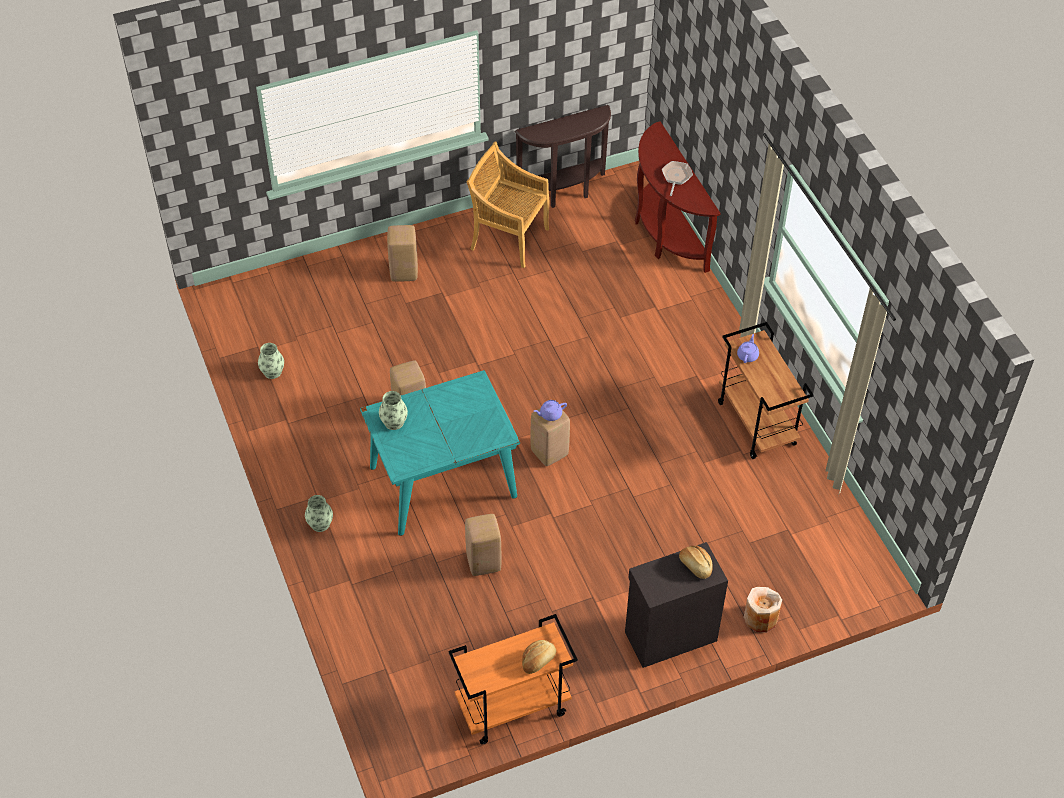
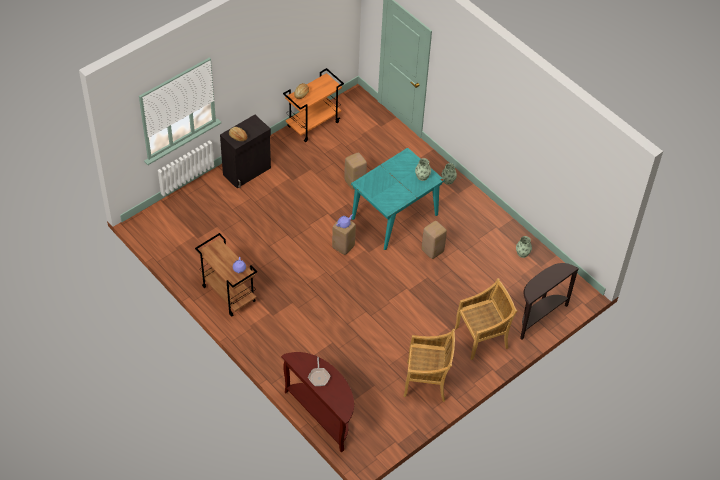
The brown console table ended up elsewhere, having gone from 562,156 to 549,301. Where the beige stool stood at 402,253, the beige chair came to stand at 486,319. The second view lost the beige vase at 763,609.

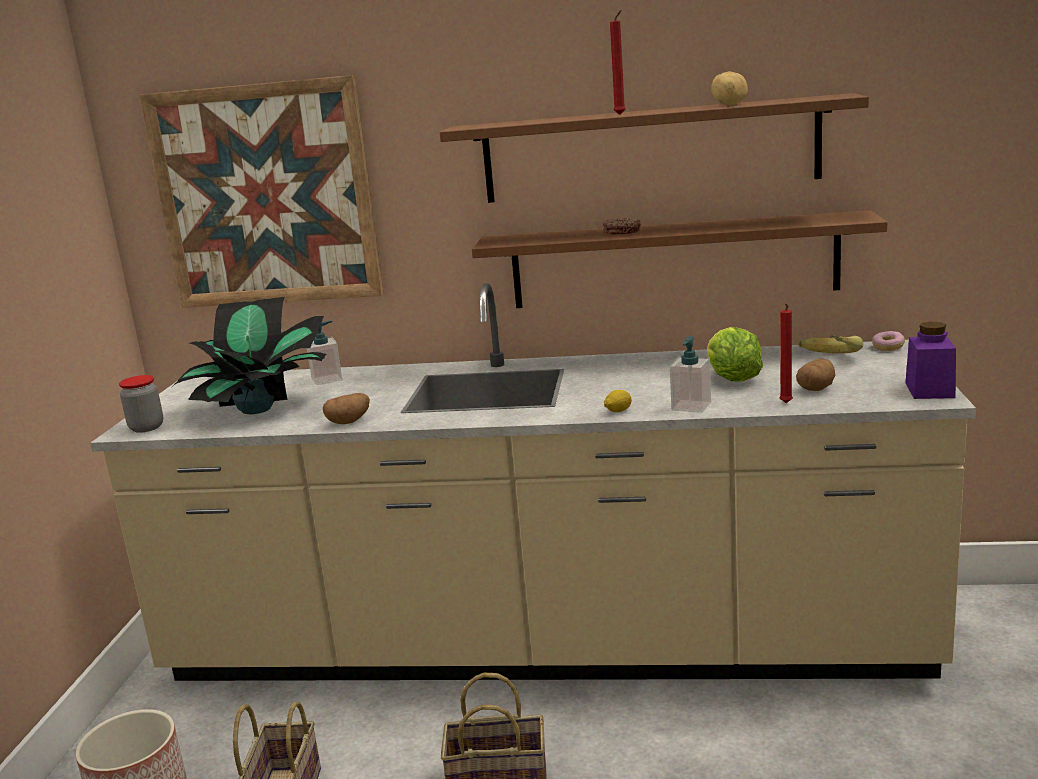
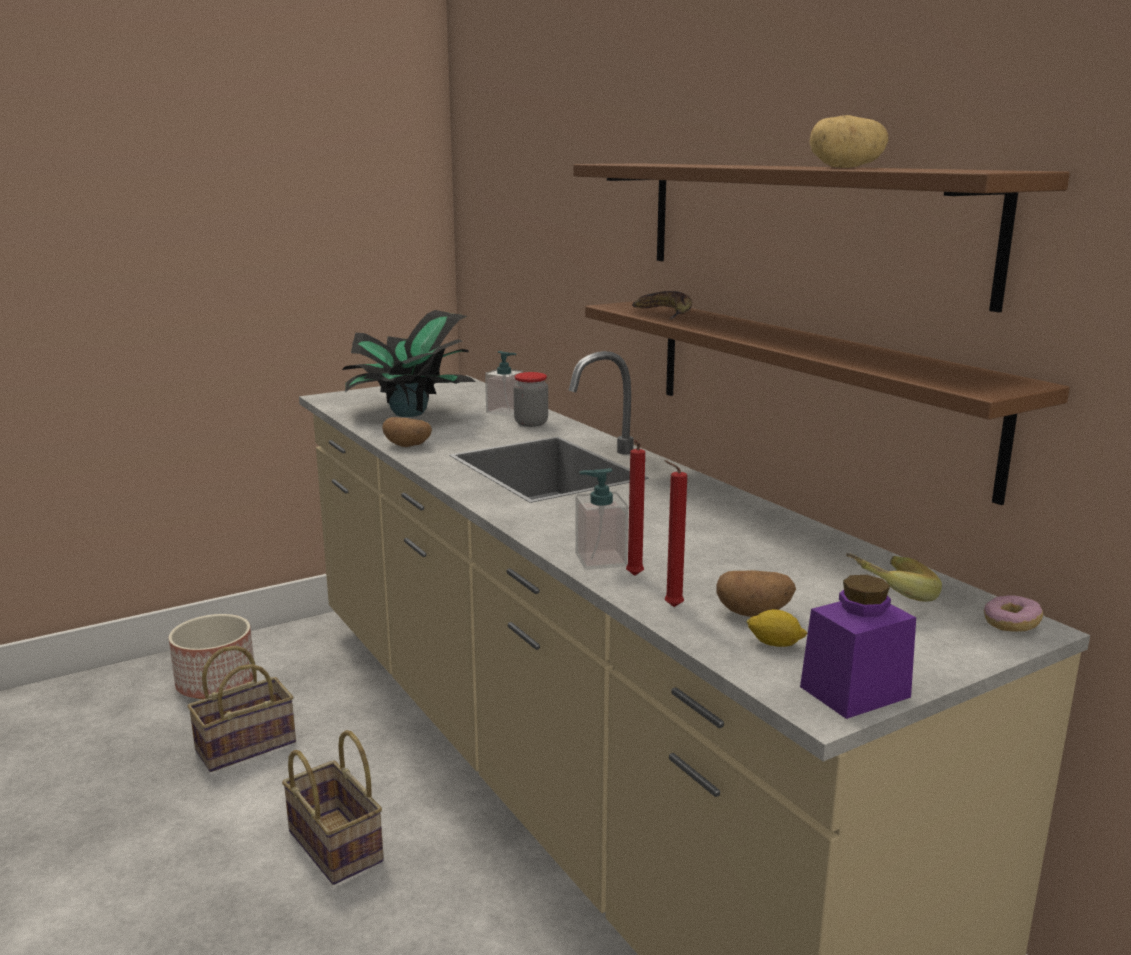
The red candle ended up elsewhere, having gone from 618,62 to 635,508. The second view lost the picture at 261,191. The second view lost the donut at 622,225. The second view lost the lettuce at 735,354. The jar ended up elsewhere, having gone from 141,404 to 531,399. The lemon ended up elsewhere, having gone from 618,401 to 777,628. The second view gained the banana at 662,305.

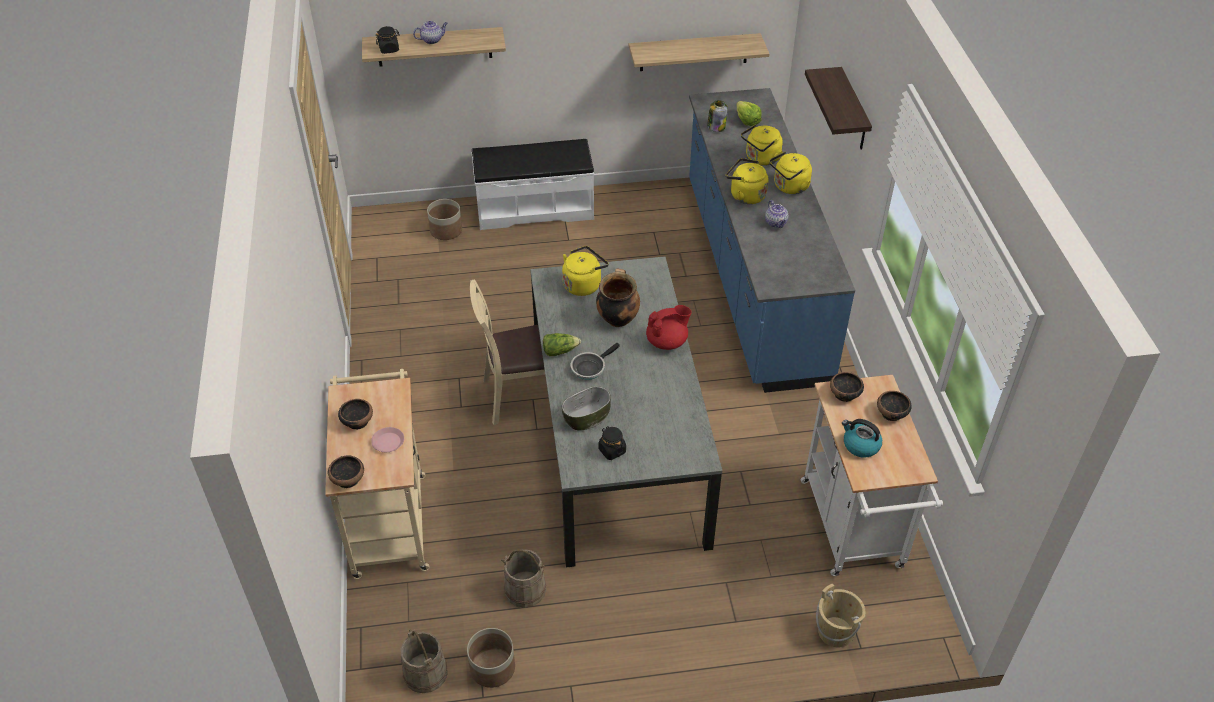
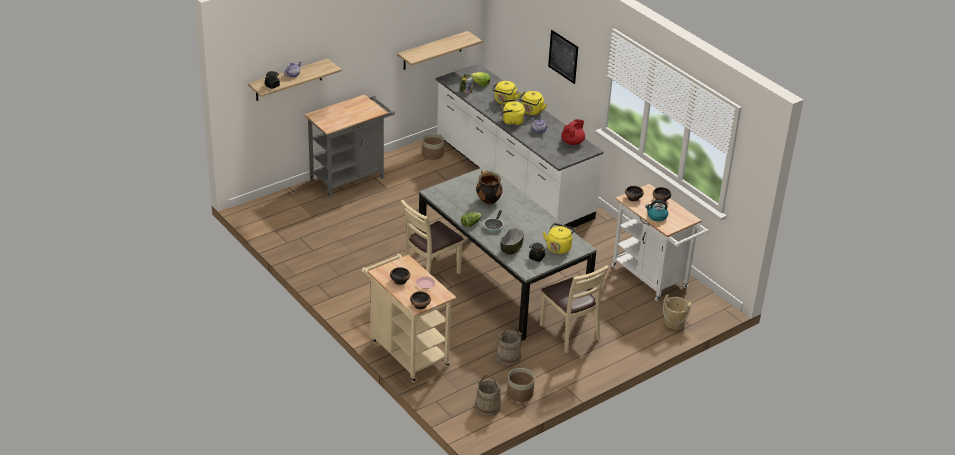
Where the shelf hung at 838,108, the picture came to hang at 563,57. What was the blue counter at 772,240 turned into the white counter at 519,146. Where the white bench stood at 533,184, the grey cart came to stand at 349,146. The planter ended up elsewhere, having gone from 444,219 to 433,147. The yellow kettle ended up elsewhere, having gone from 585,271 to 559,238. The red teapot ended up elsewhere, having gone from 669,327 to 573,132. The second view gained the beige chair at 574,309.

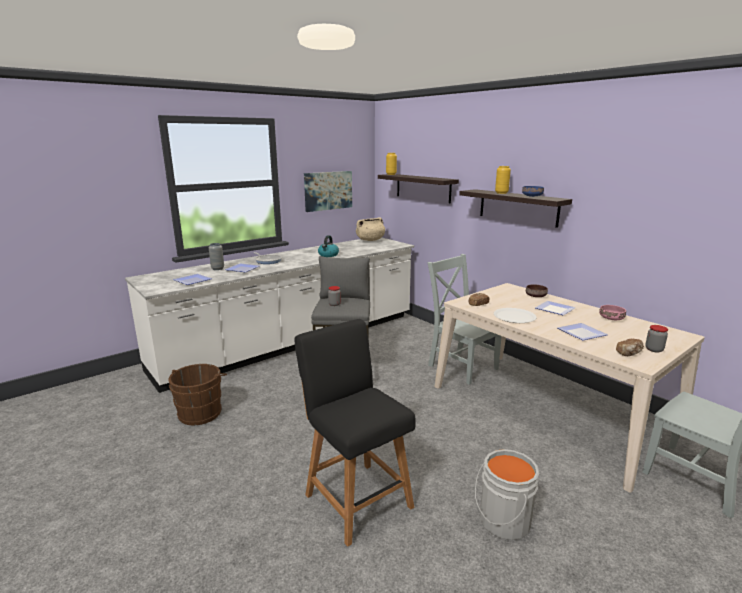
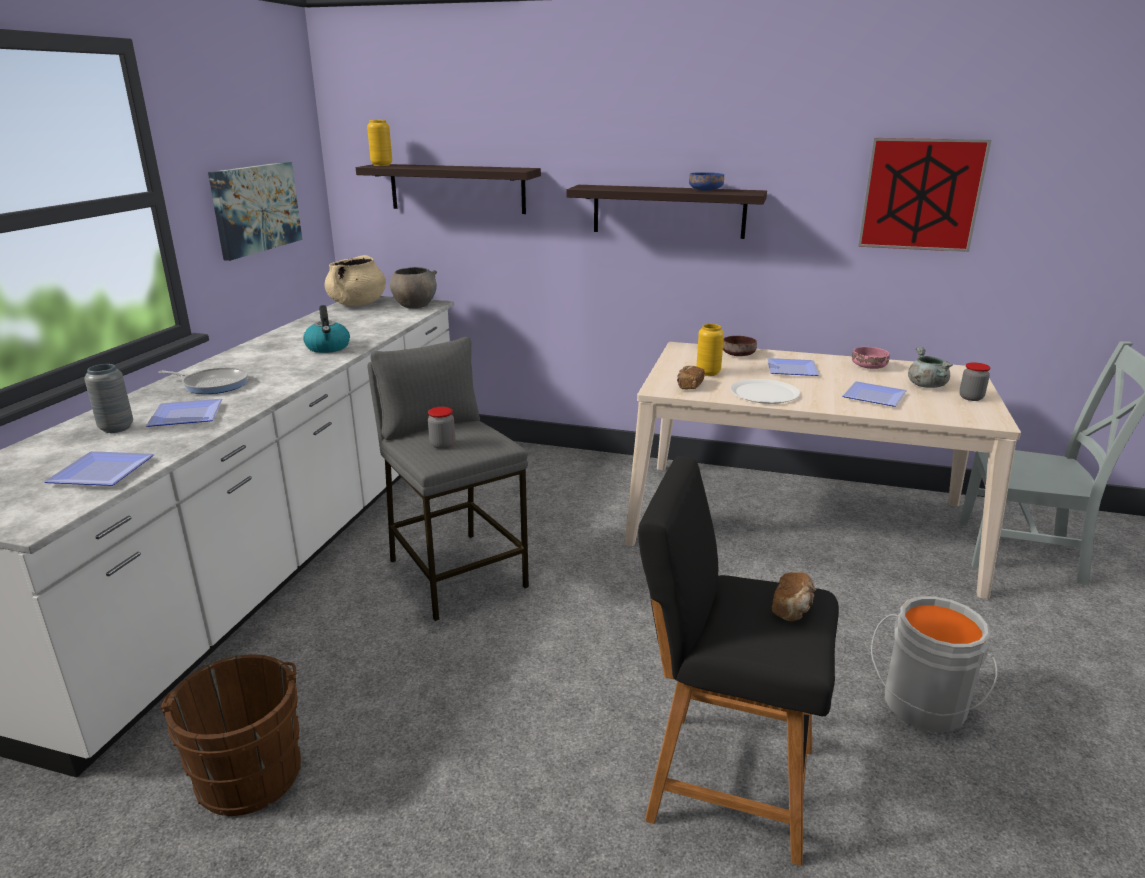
The yellow vase ended up elsewhere, having gone from 503,180 to 710,350. The second view lost the grey chair at 465,319. The bread ended up elsewhere, having gone from 630,347 to 794,596. The second view gained the picture at 924,195. The second view gained the grey bowl at 413,287. The second view gained the grey cooking pot at 930,367.

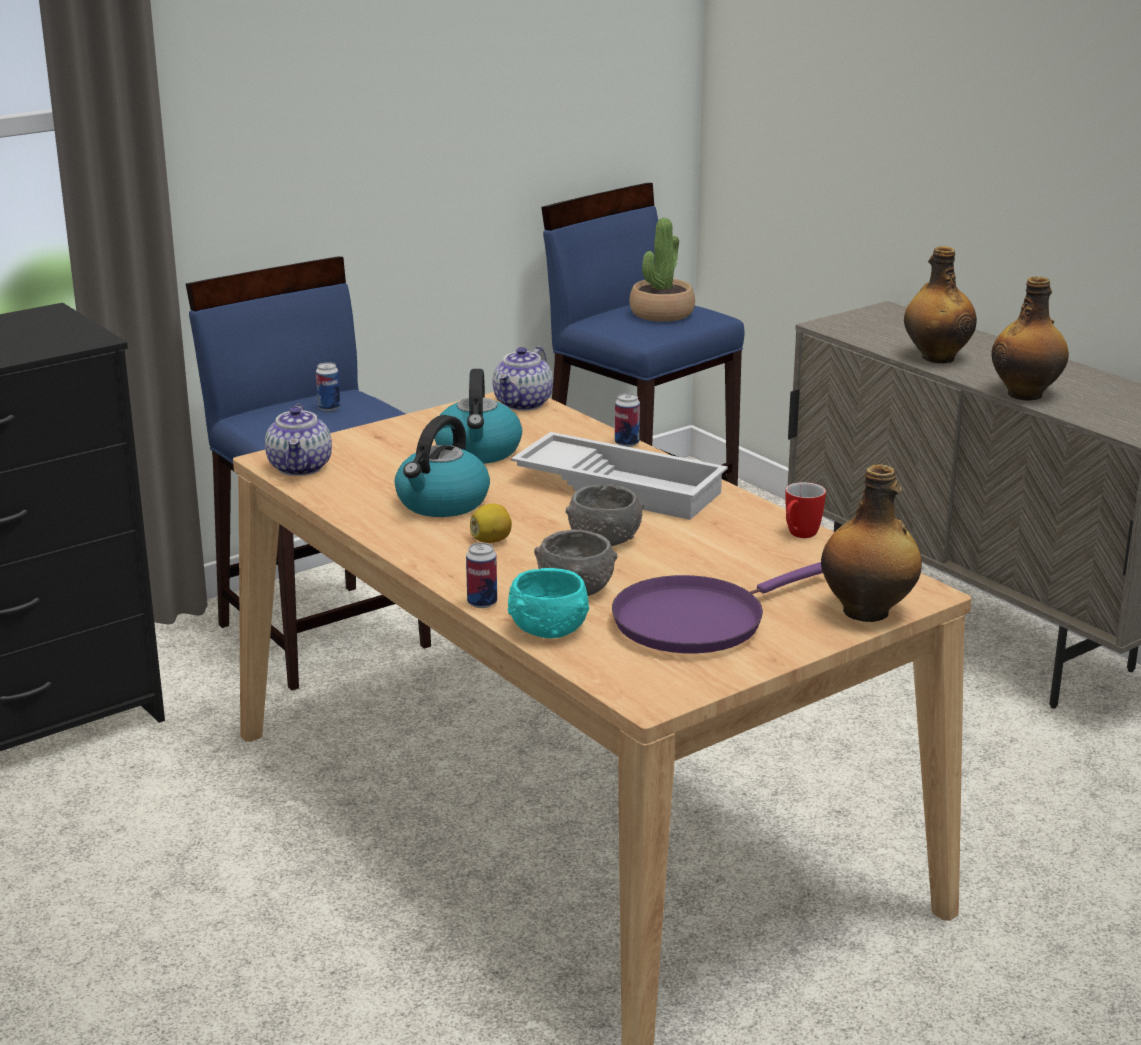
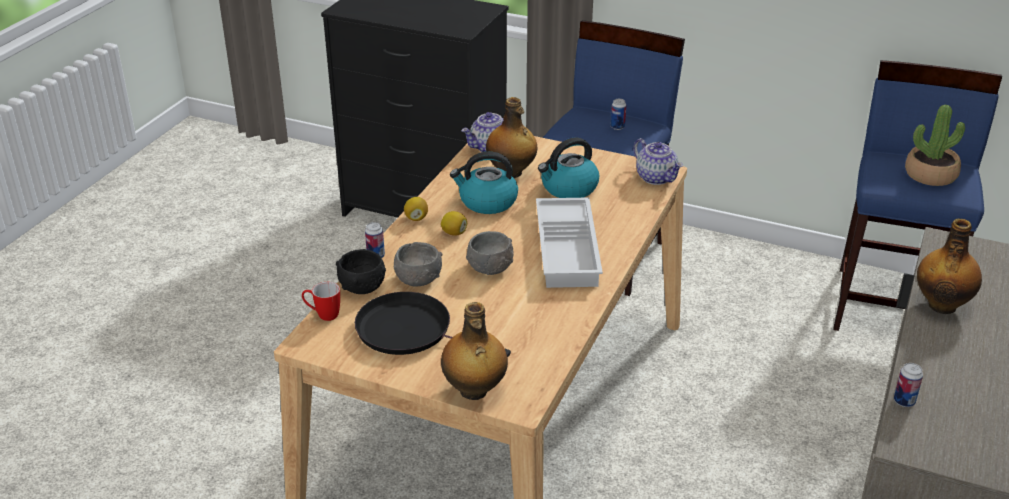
The bottle ended up elsewhere, having gone from 1030,338 to 511,137. The teapot at 523,379 ended up facing another way, 120 degrees counterclockwise from before. The can ended up elsewhere, having gone from 627,420 to 908,385. The mug ended up elsewhere, having gone from 805,510 to 321,301. What was the purple frying pan at 717,607 turned into the black frying pan at 433,325. What was the turquoise bowl at 548,603 turned into the black bowl at 361,271. The second view gained the lemon at 416,209.

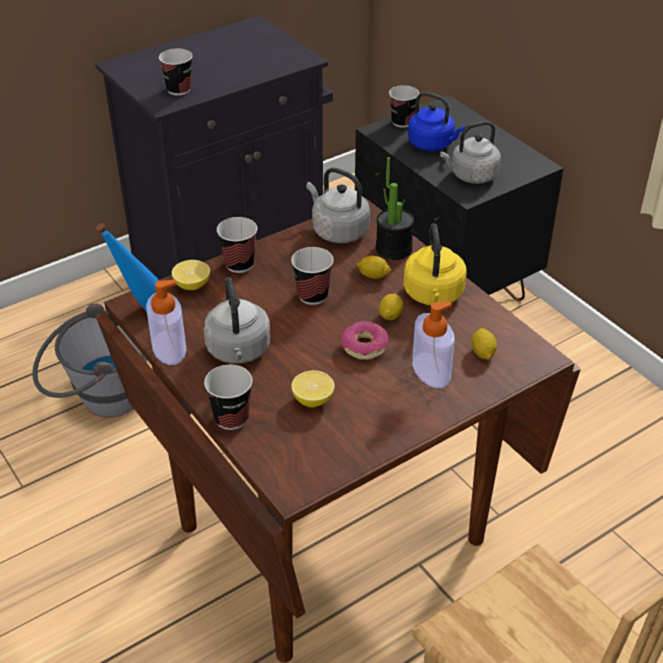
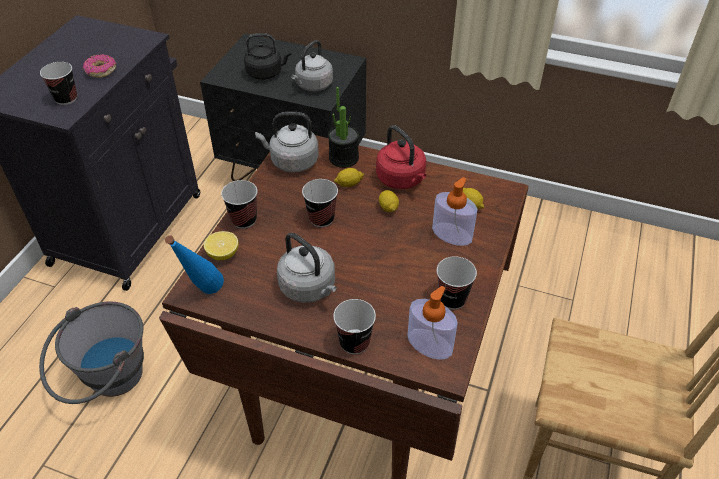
The cup ended up elsewhere, having gone from 404,106 to 457,283. What was the blue kettle at 436,121 turned into the black kettle at 267,56. What was the yellow kettle at 435,264 turned into the red kettle at 401,157. The soap dispenser ended up elsewhere, having gone from 166,322 to 432,323. The donut ended up elsewhere, having gone from 365,340 to 99,65. The second view lost the lemon at 313,388.

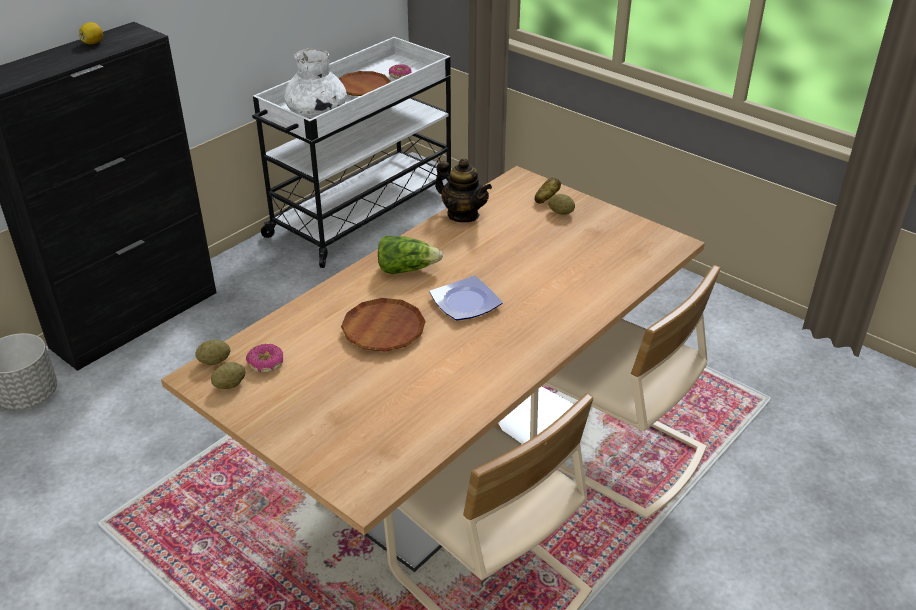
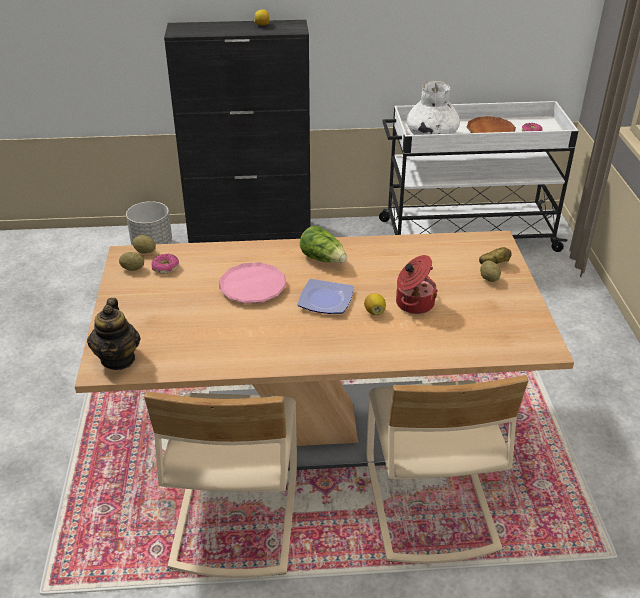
The teapot ended up elsewhere, having gone from 463,190 to 113,334. What was the brown plate at 383,325 turned into the pink plate at 252,282. The second view gained the cooking pot at 417,284. The second view gained the lemon at 375,304.

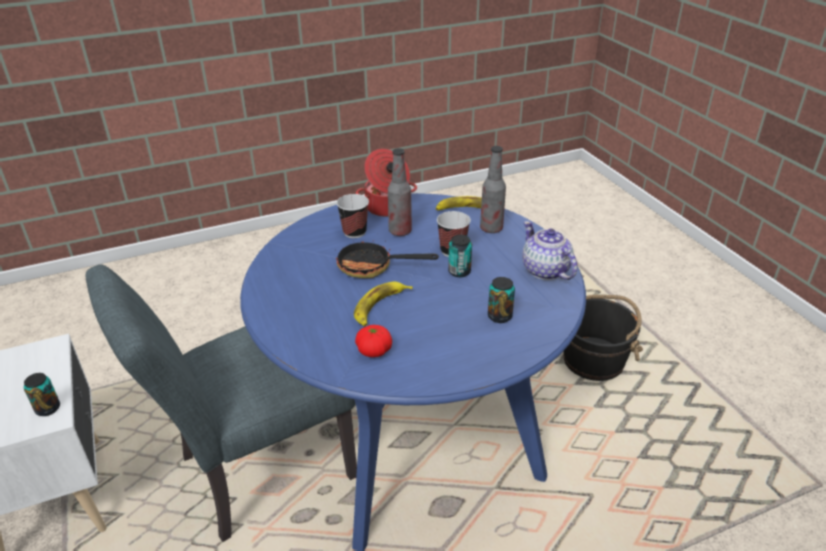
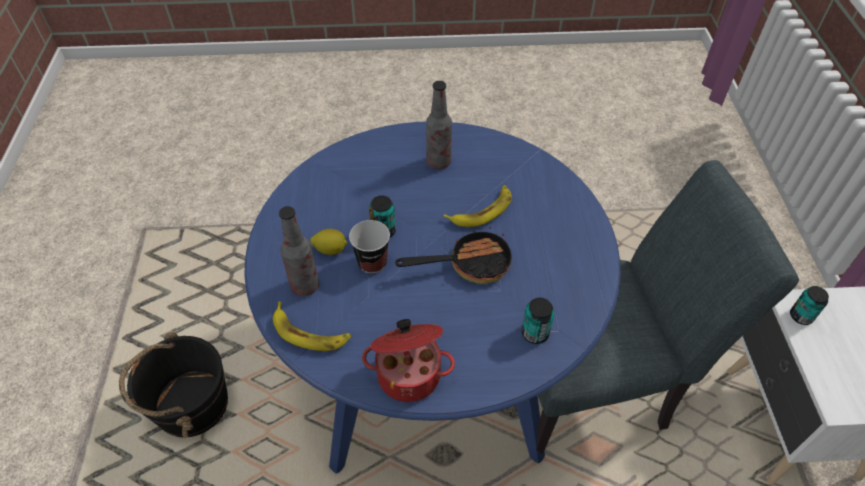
The bottle ended up elsewhere, having gone from 400,192 to 439,125. The second view lost the cup at 352,216. The second view lost the teapot at 549,250. The frying pan at 387,259 ended up facing another way, 45 degrees counterclockwise from before. The can ended up elsewhere, having gone from 501,300 to 538,321. The second view lost the tomato at 373,341. The second view gained the lemon at 329,242.

